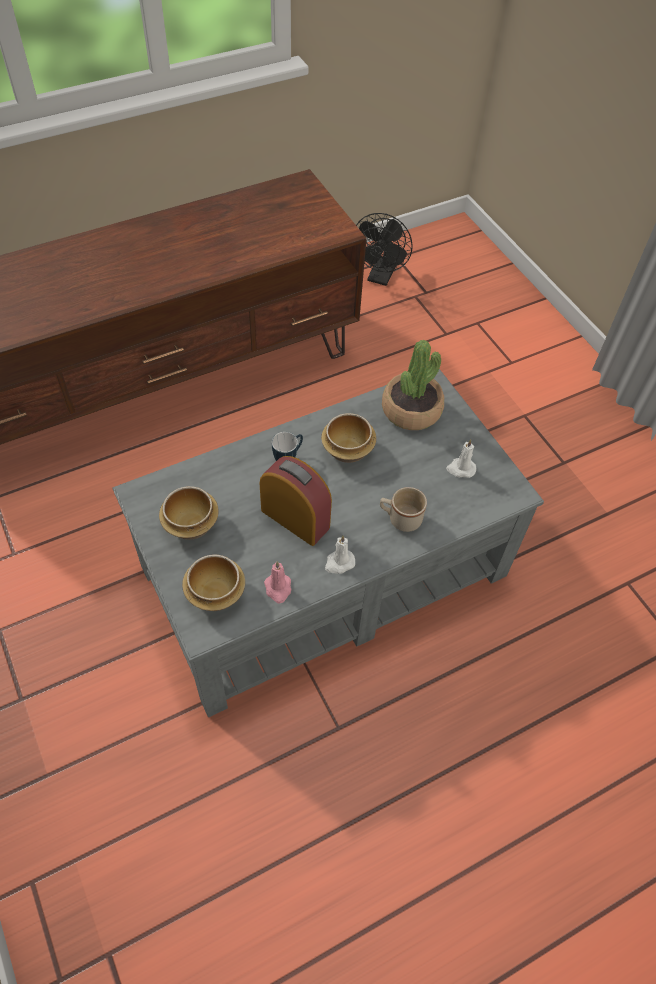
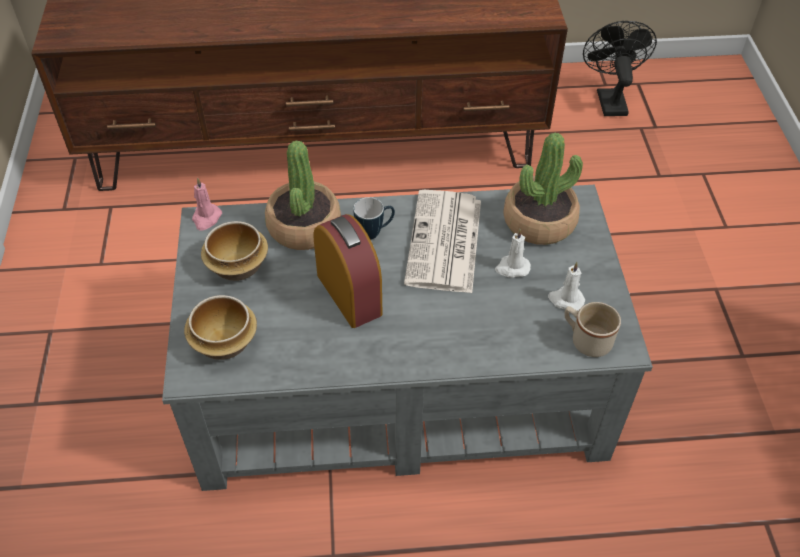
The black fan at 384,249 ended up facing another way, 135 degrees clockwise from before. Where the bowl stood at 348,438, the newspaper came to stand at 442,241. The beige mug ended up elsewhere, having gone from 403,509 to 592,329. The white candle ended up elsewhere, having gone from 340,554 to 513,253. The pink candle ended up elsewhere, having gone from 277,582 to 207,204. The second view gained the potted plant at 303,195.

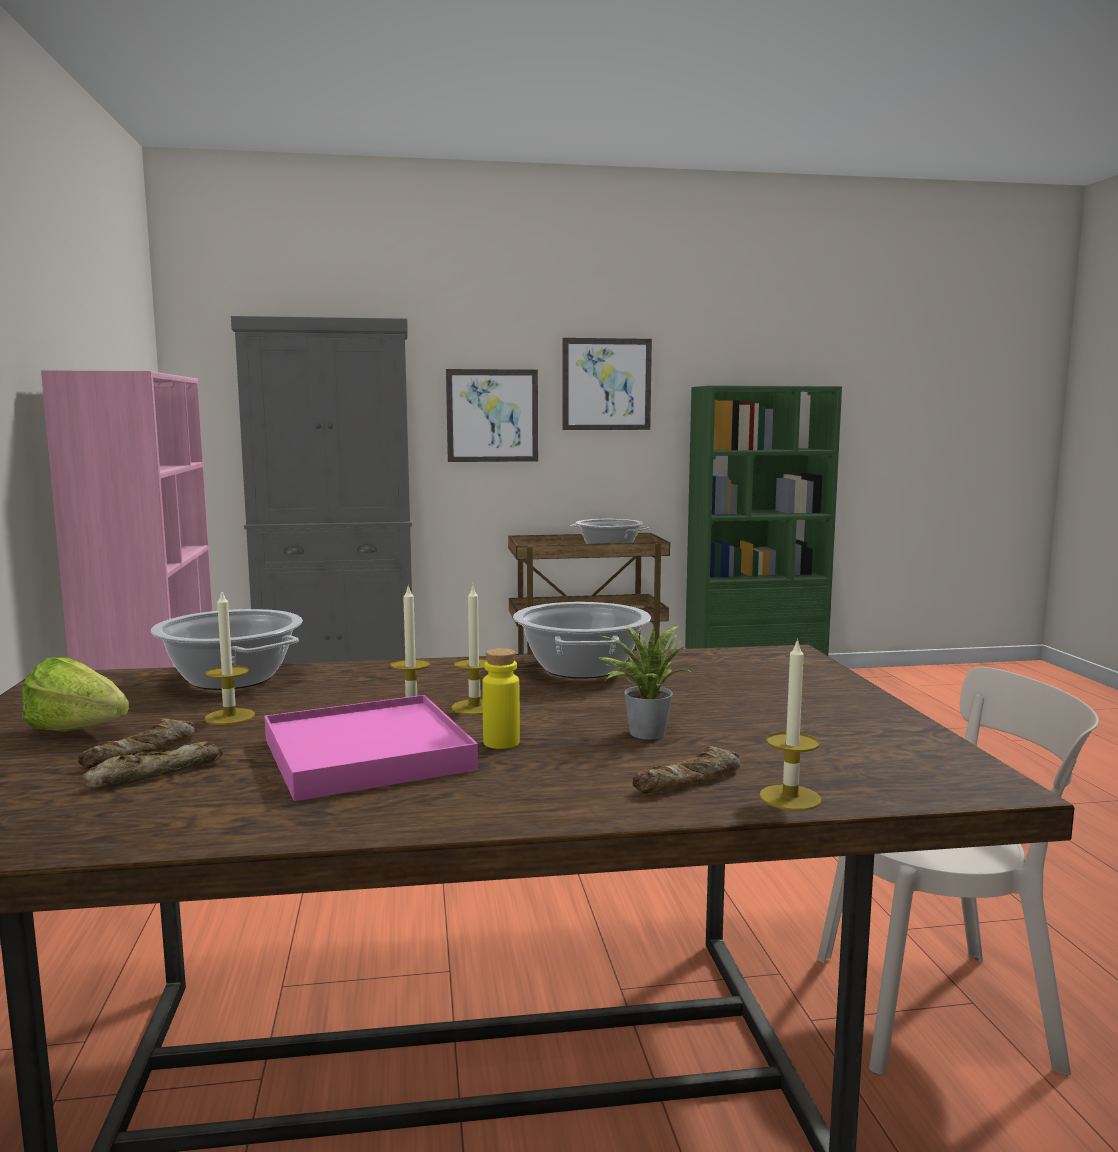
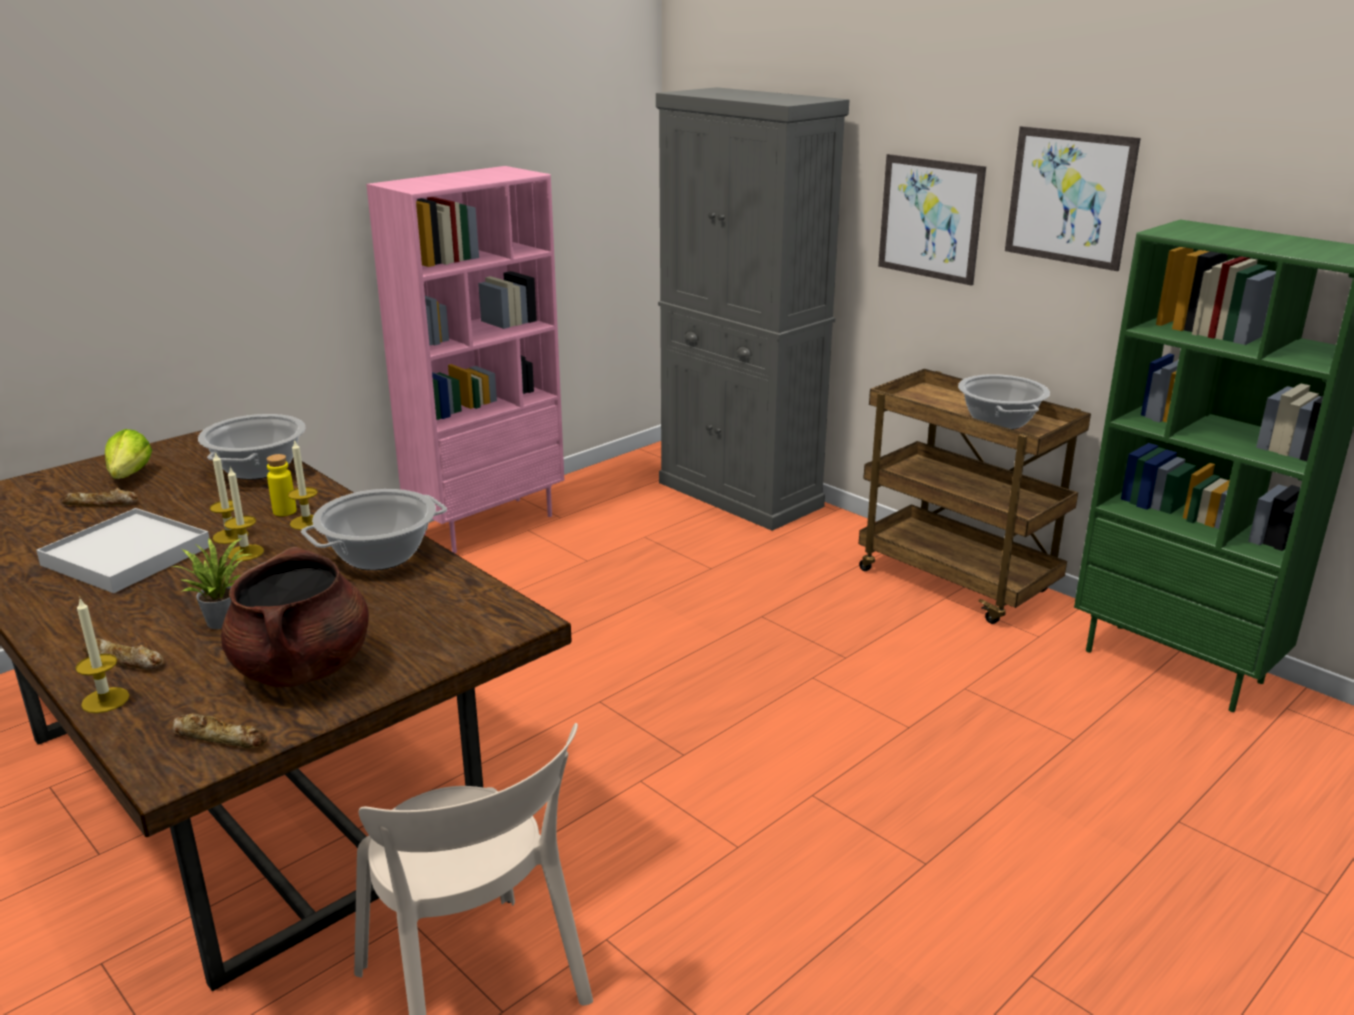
The candle ended up elsewhere, having gone from 229,658 to 303,484. The yellow bottle ended up elsewhere, having gone from 501,698 to 282,485. What was the pink tray at 371,748 turned into the white tray at 122,550. The bread ended up elsewhere, having gone from 152,765 to 220,731. The second view gained the brown cooking pot at 295,617.

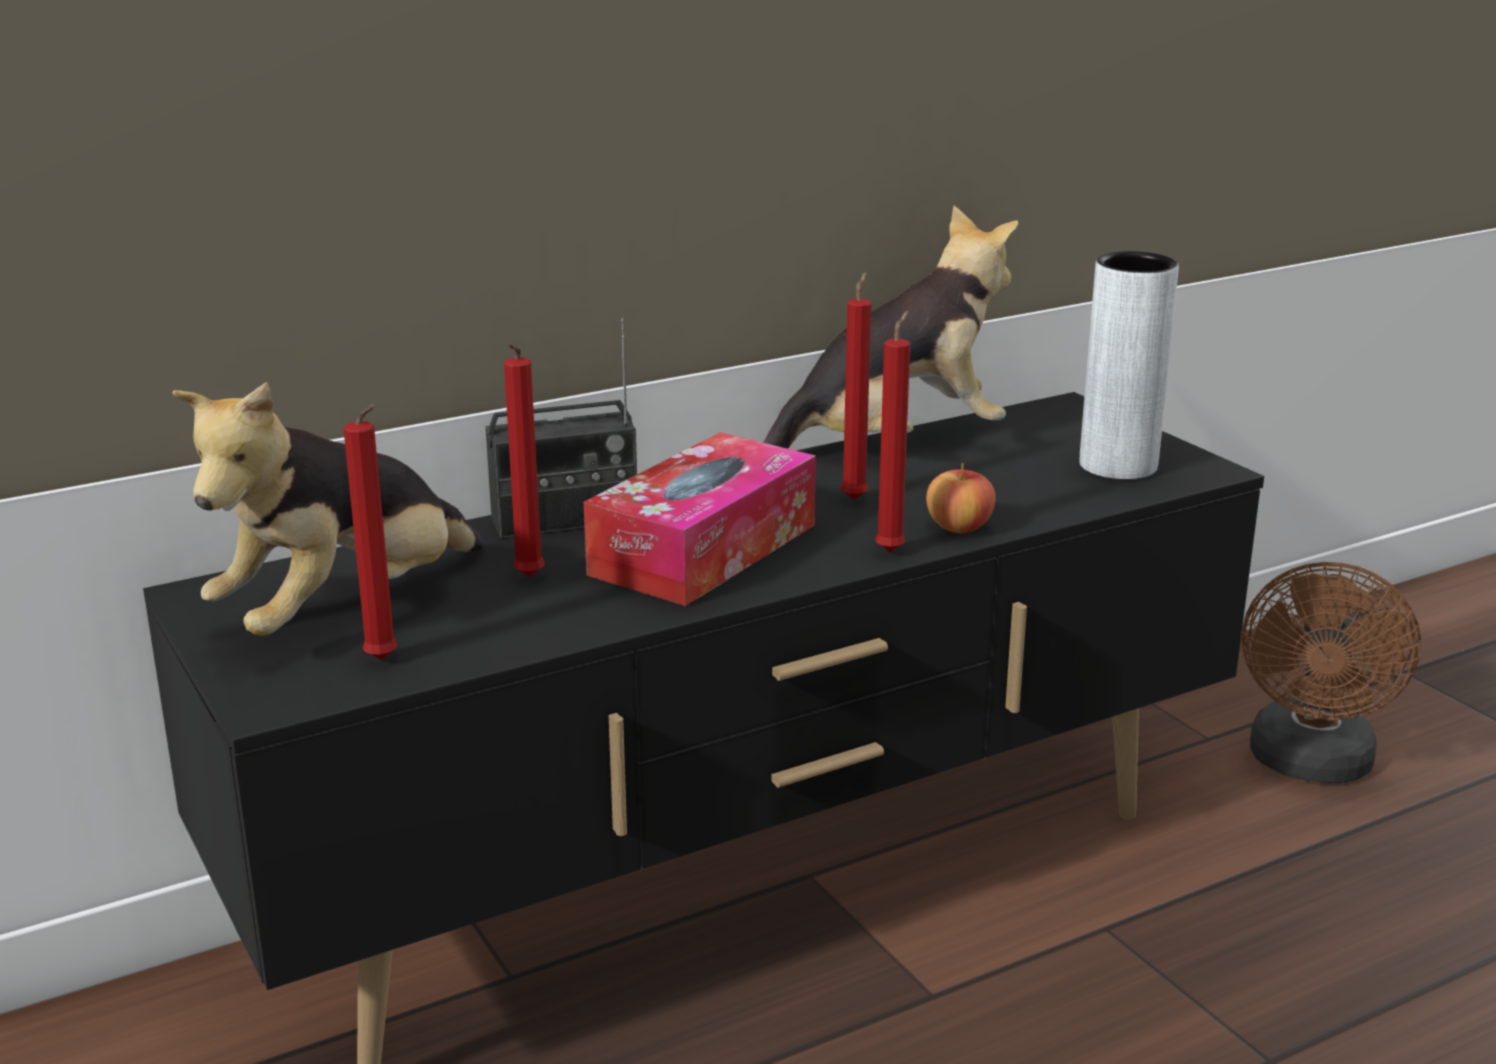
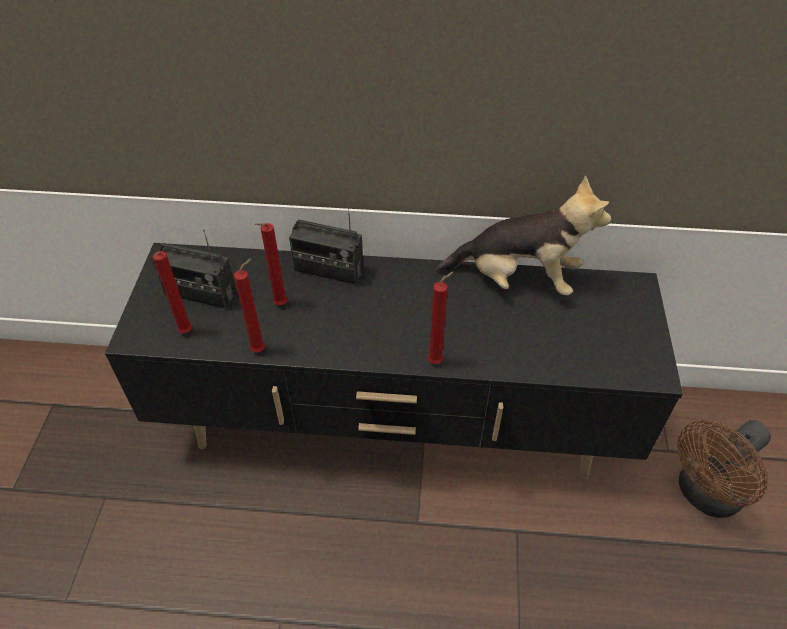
The second view lost the grey vase at 1129,365. The red candle ended up elsewhere, having gone from 855,386 to 249,305. Where the plush toy stood at 328,508, the radio came to stand at 195,269. The second view lost the tissue box at 700,519. The second view lost the apple at 961,498.

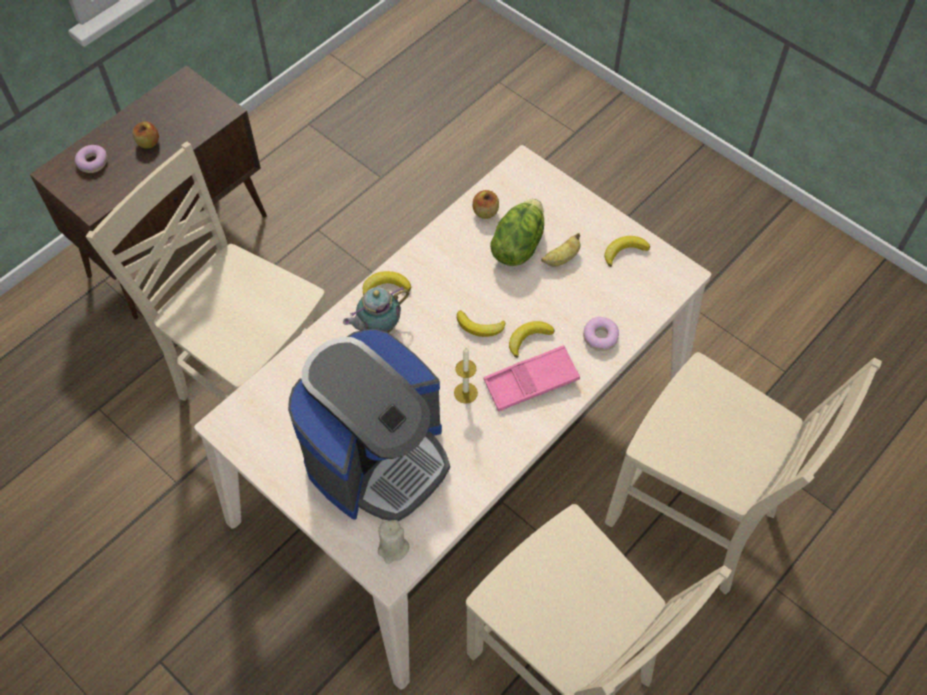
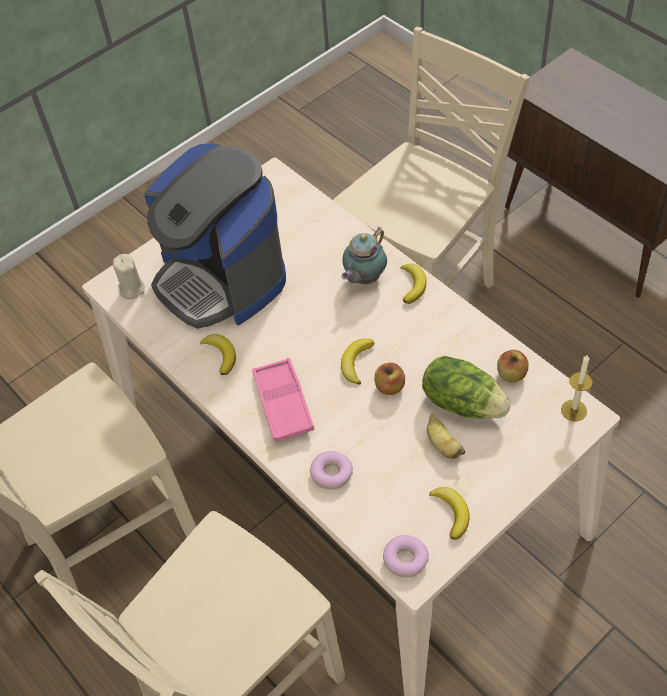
The apple ended up elsewhere, having gone from 146,135 to 389,379. The donut ended up elsewhere, having gone from 91,159 to 406,556. The teapot at 376,309 ended up facing another way, 120 degrees counterclockwise from before. The banana ended up elsewhere, having gone from 531,339 to 218,354. The candle ended up elsewhere, having gone from 466,375 to 577,388.

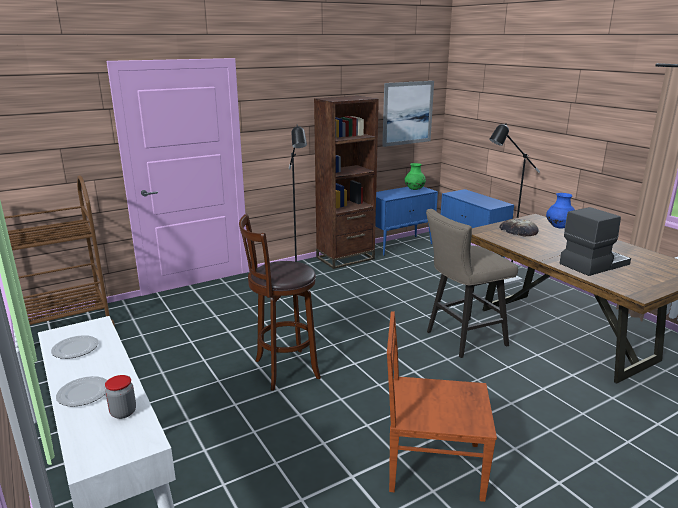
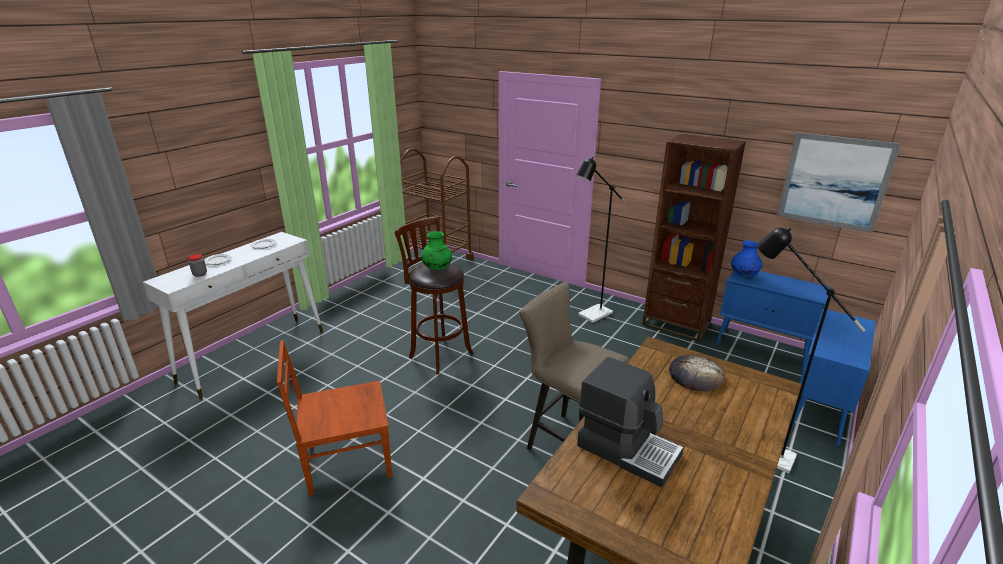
The green vase ended up elsewhere, having gone from 415,176 to 436,251. The blue vase ended up elsewhere, having gone from 560,211 to 747,258. The brown chair at 442,406 ended up facing another way, 90 degrees counterclockwise from before.

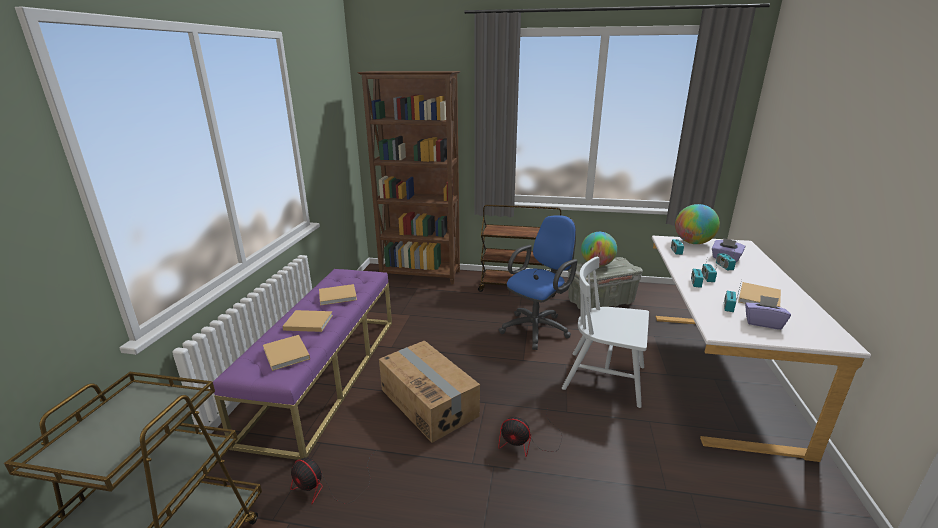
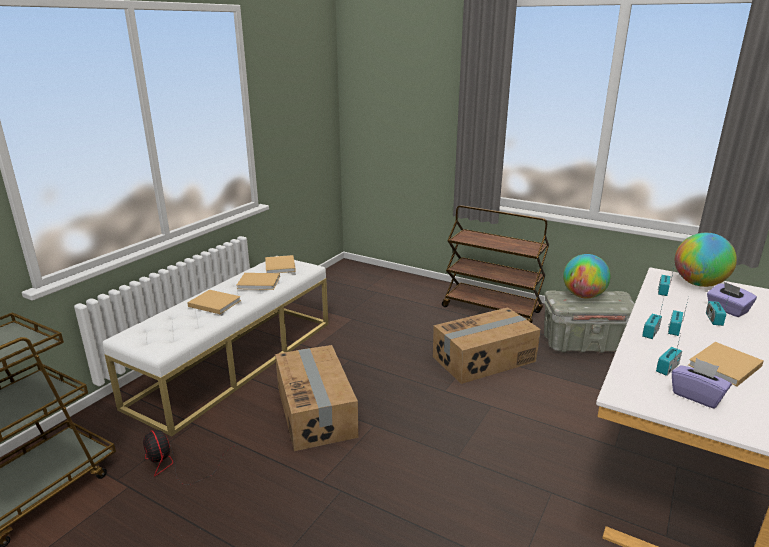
The second view lost the brown bookcase at 408,178. Where the blue office chair stood at 538,282, the cardboard box came to stand at 487,345. The second view lost the white chair at 605,332. What was the purple bench at 302,364 turned into the white bench at 215,348. The beige book ended up elsewhere, having gone from 286,353 to 280,264. The second view lost the fan at 530,433.

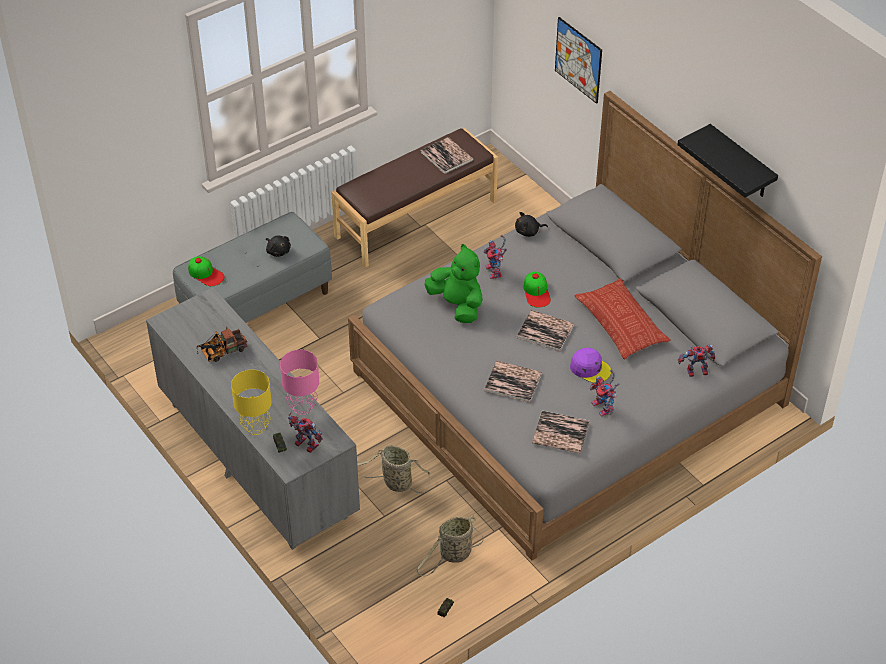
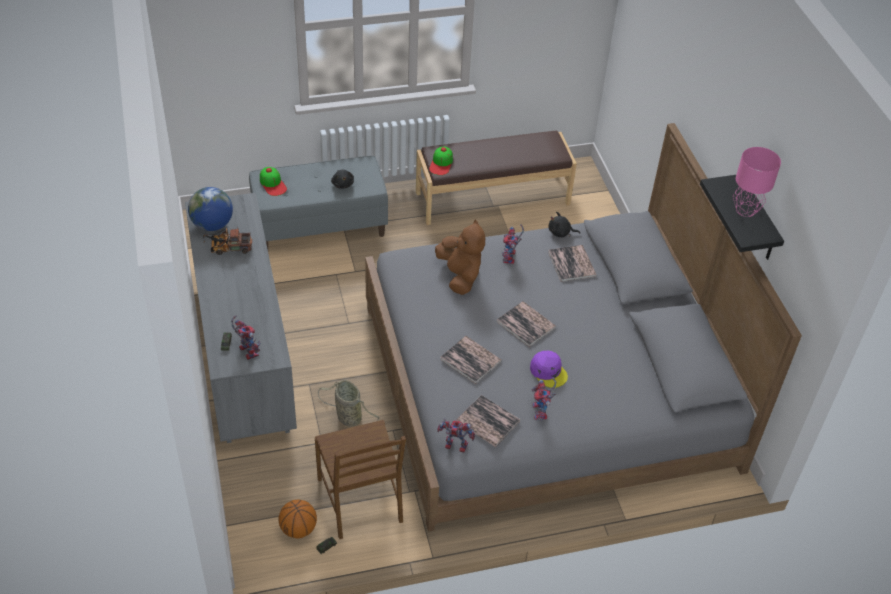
The second view lost the picture at 578,60. The book ended up elsewhere, having gone from 447,155 to 572,263. What was the green plush toy at 454,283 turned into the brown plush toy at 460,257. The cap ended up elsewhere, having gone from 537,289 to 441,161. The second view lost the pillow at 622,319. The toy robot ended up elsewhere, having gone from 696,361 to 456,435. The pink table lamp ended up elsewhere, having gone from 299,382 to 757,182. The second view lost the yellow table lamp at 251,402. Where the basket stood at 450,546, the brown chair came to stand at 360,479. The second view gained the globe at 210,209. The second view gained the basketball at 298,519.

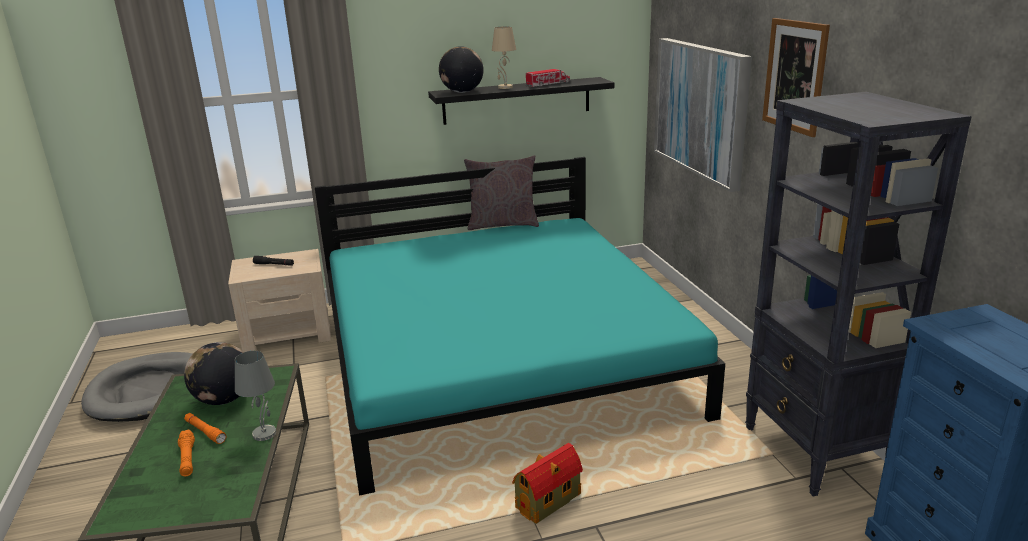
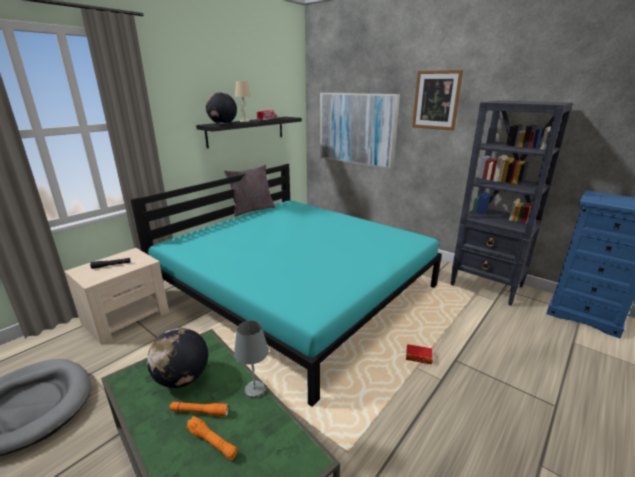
Where the toy house stood at 548,483, the book came to stand at 419,354.

